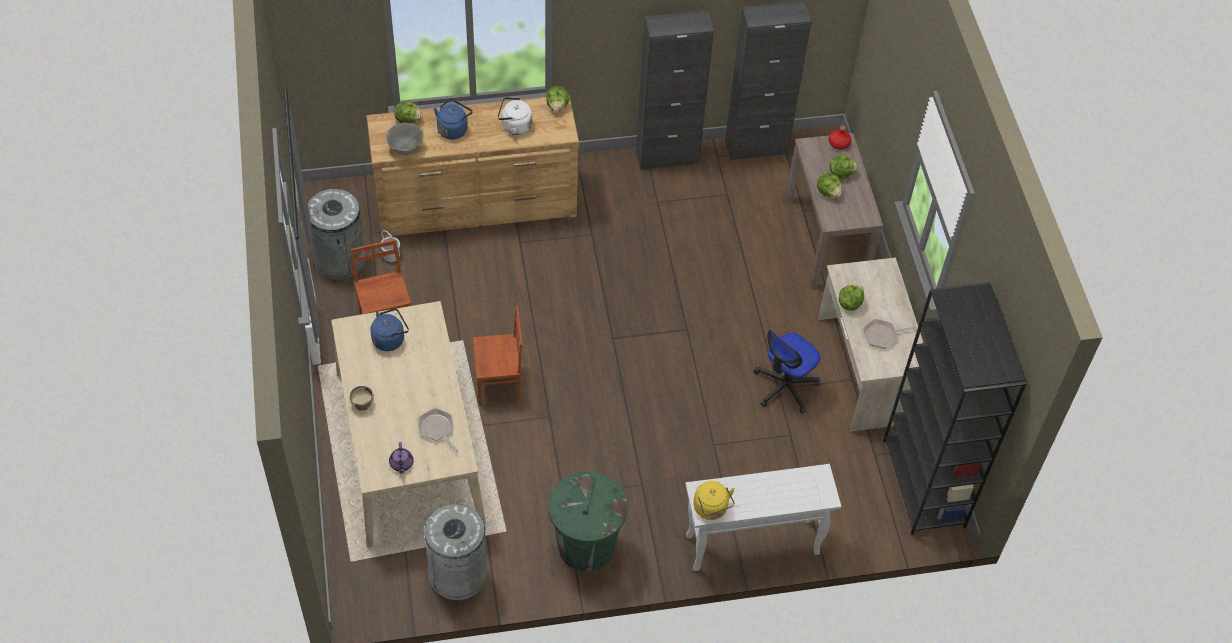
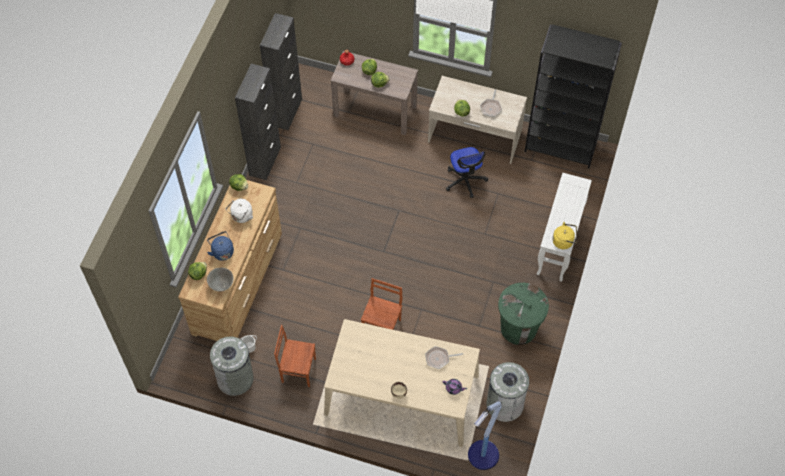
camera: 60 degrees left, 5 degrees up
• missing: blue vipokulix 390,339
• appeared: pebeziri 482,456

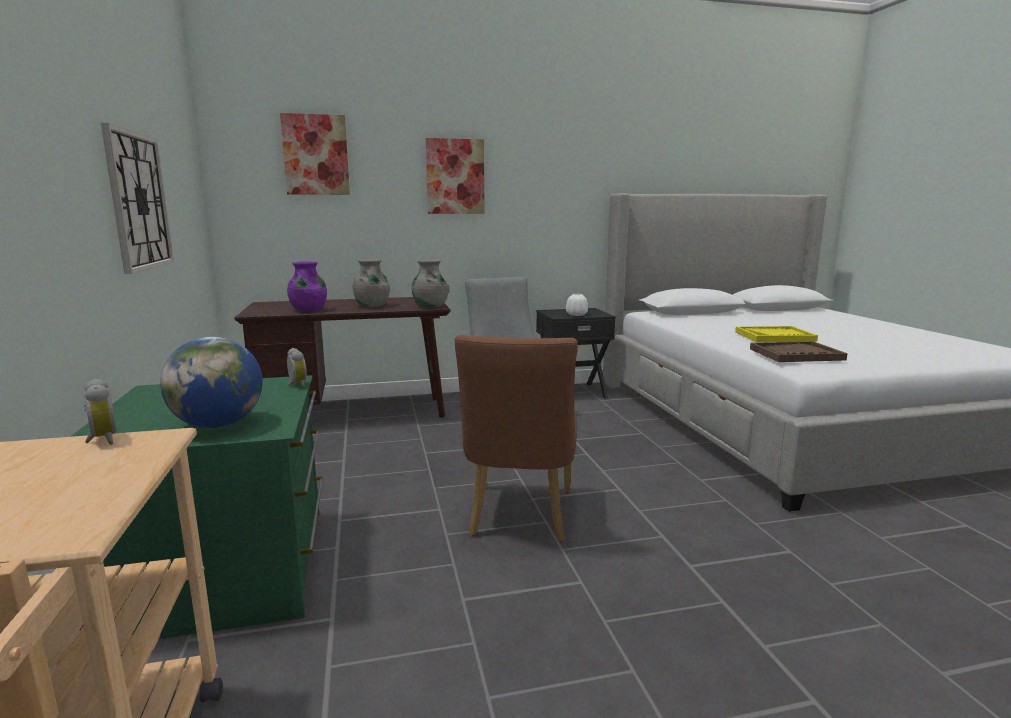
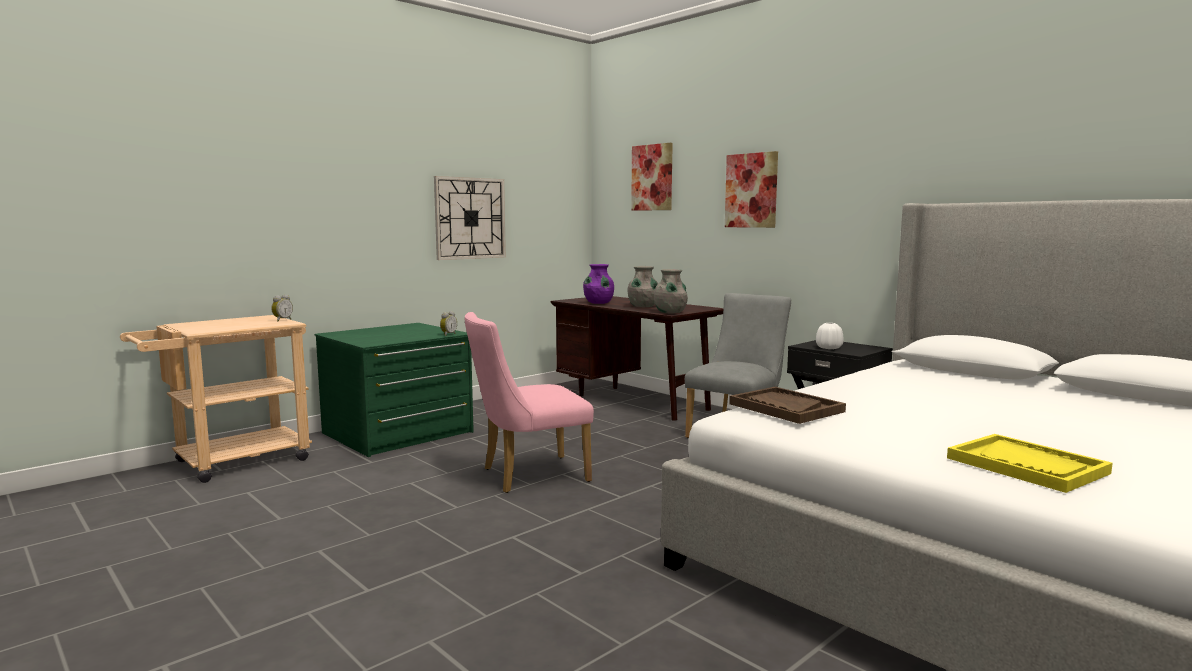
camera: 60 degrees right, 5 degrees down
• missing: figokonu 218,425
• relocated: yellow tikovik 774,336 to 1027,466
• colour: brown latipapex 519,517 to pink latipapex 527,476

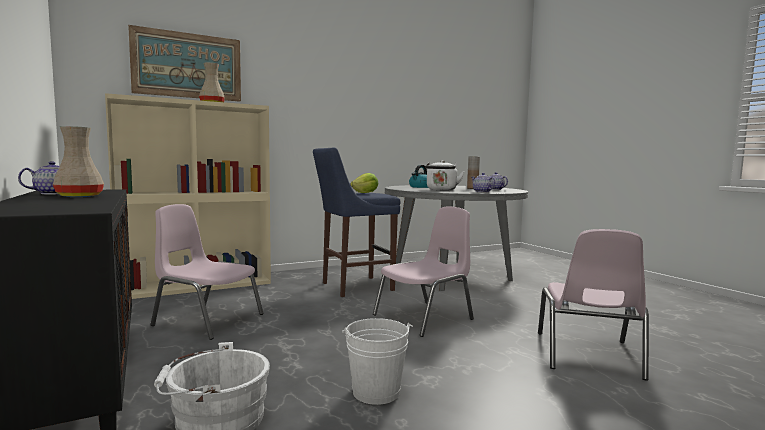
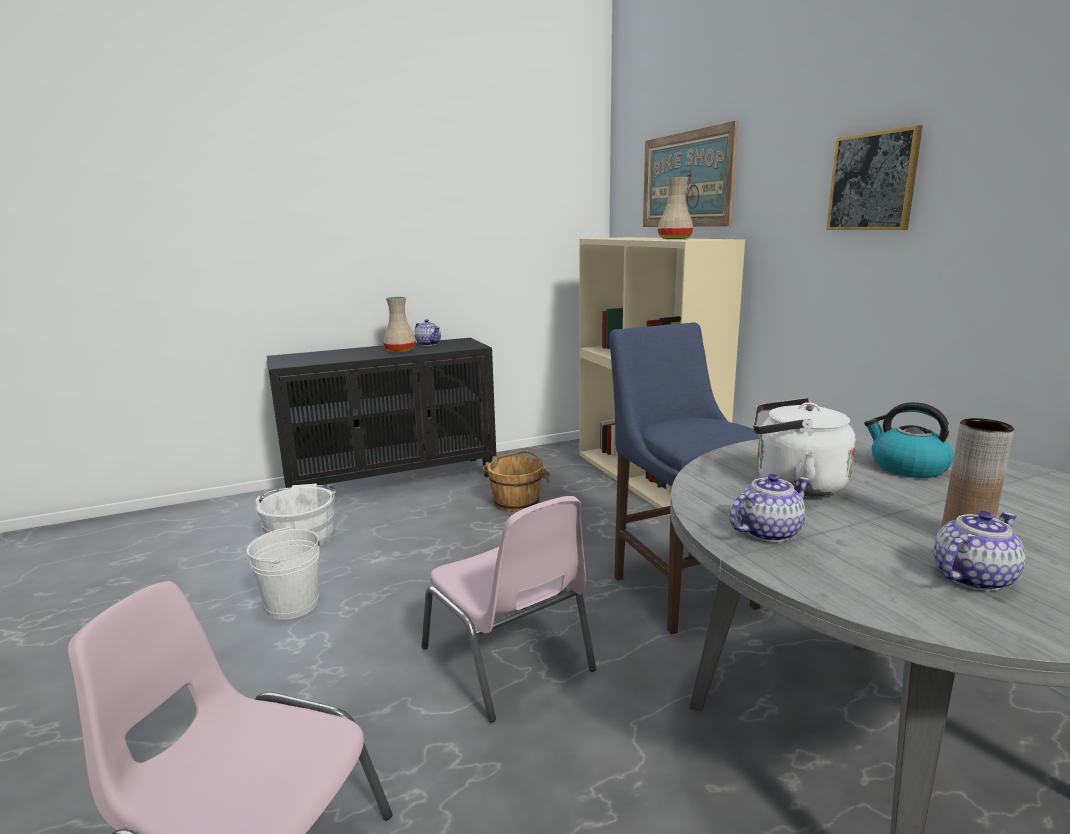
camera: 95 degrees right, 10 degrees up
• missing: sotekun 365,193
• appeared: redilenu 873,182
• exchanged: pink latipapex 207,320 to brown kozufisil 517,502

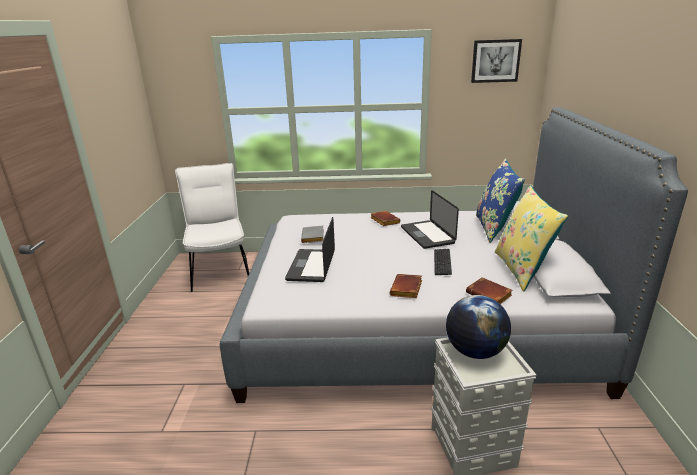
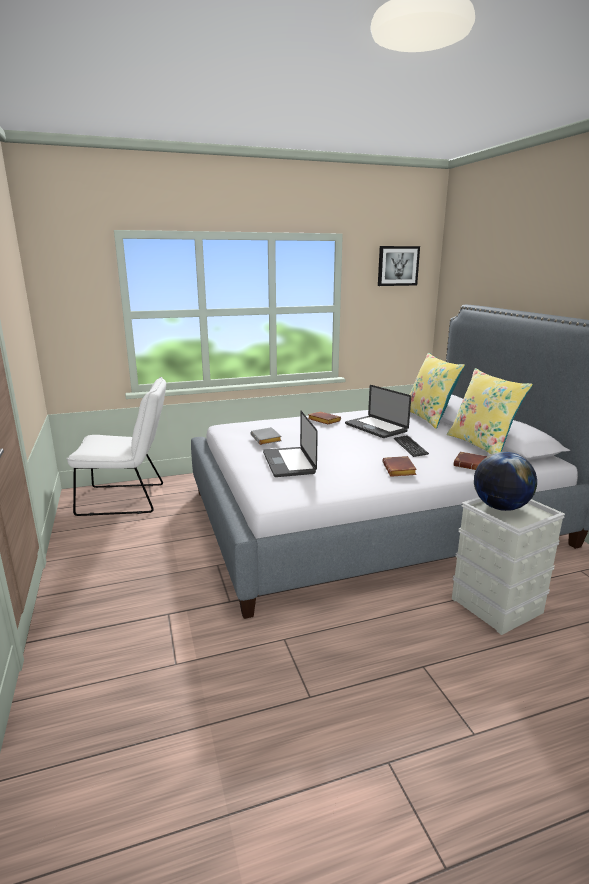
camera: 20 degrees left, 5 degrees down
• colour: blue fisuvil 494,228 to yellow fisuvil 429,418
• spun: white latipapex 220,270 = 128,499 120 degrees clockwise

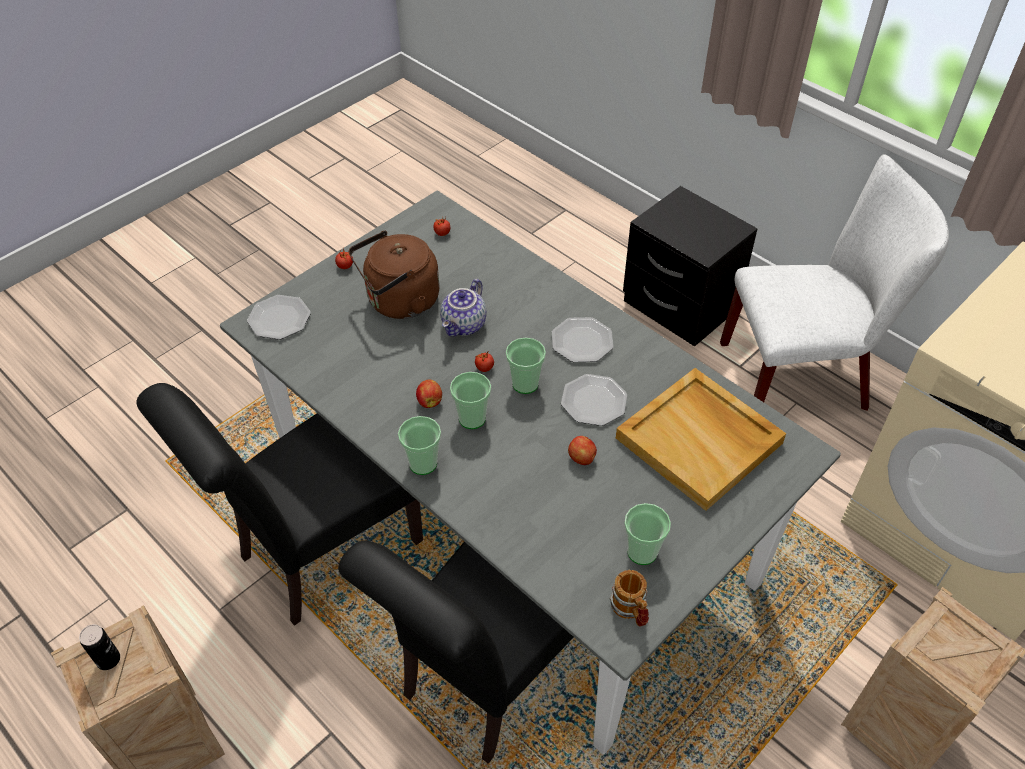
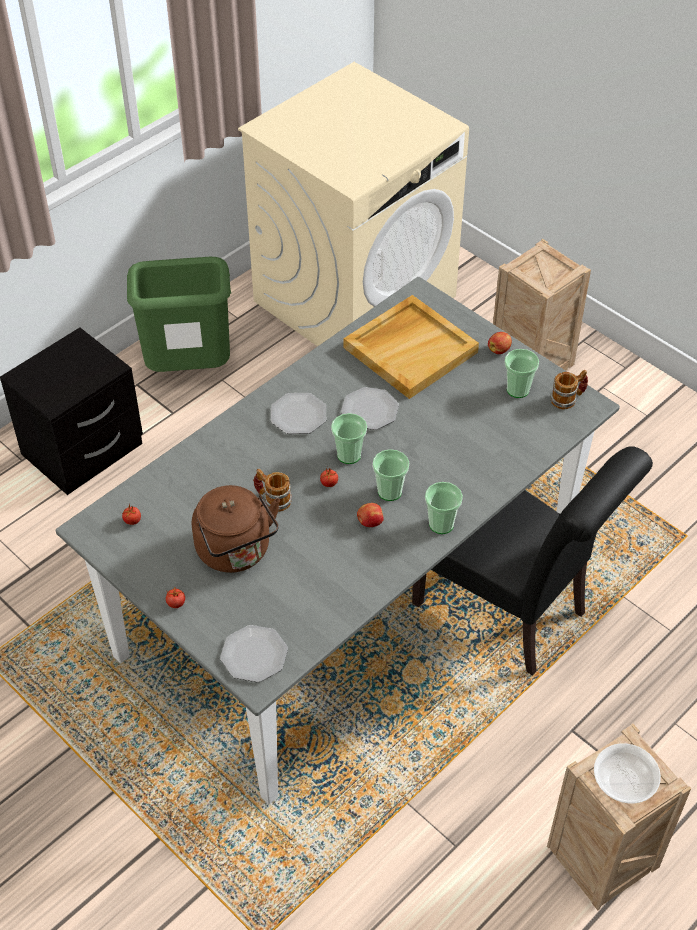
camera: 90 degrees left, 0 degrees up
• missing: black latipapex 320,554
• relocated: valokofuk 582,458 to 499,350
• exchanged: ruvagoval 108,659 to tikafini 623,783
• exchanged: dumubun 464,325 to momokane 272,499
• exchanged: white latipapex 803,375 to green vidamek 190,370

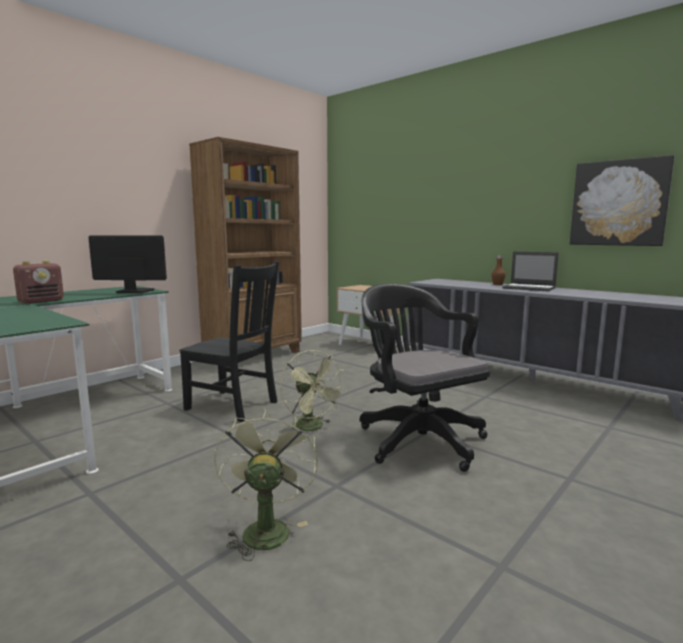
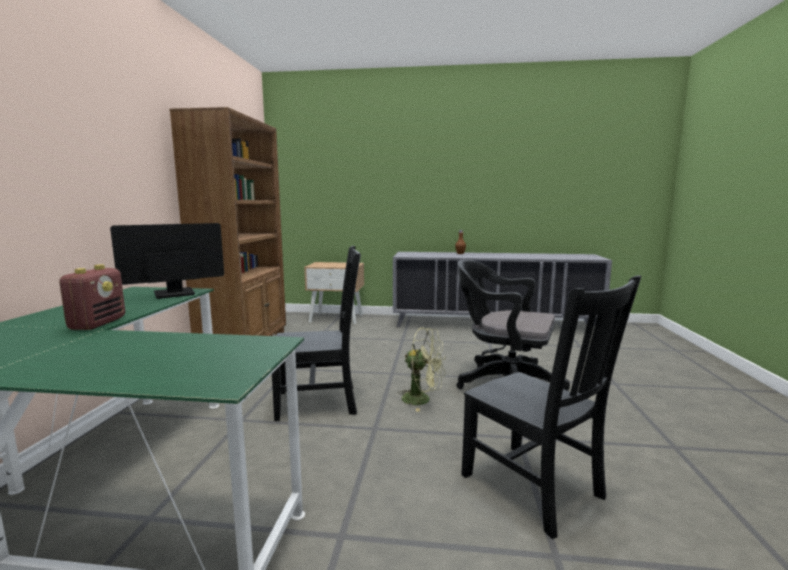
camera: 35 degrees left, 0 degrees up
• missing: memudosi 529,288
• missing: redilenu 619,203
• exchanged: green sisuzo 265,528 to black latipapex 535,488

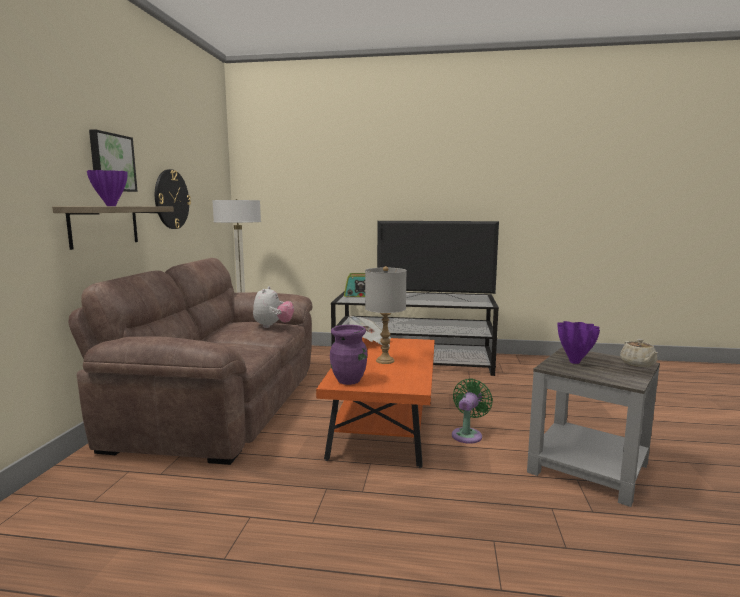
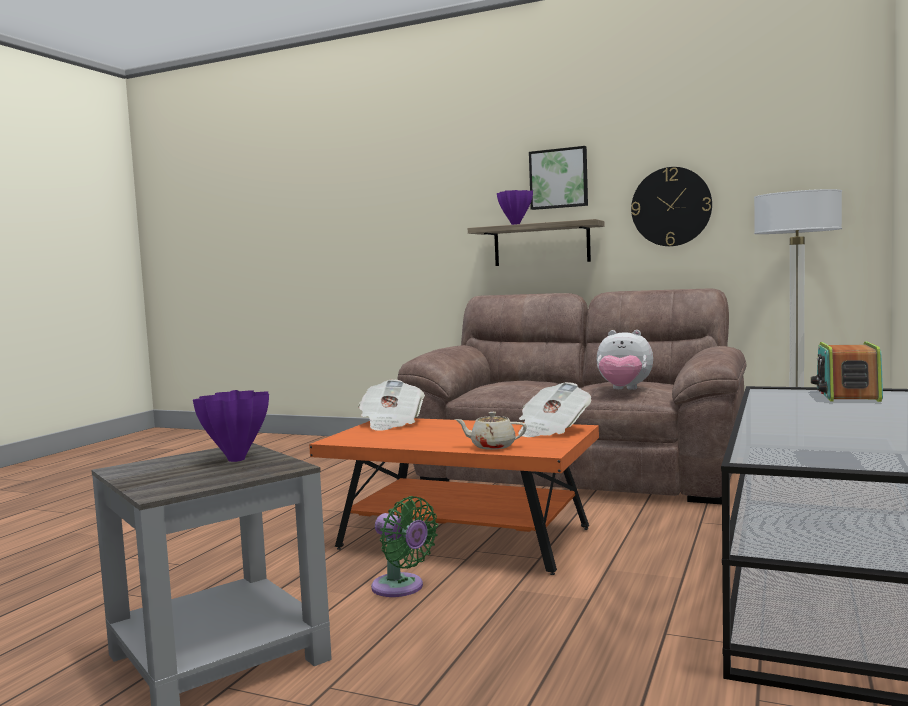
camera: 105 degrees right, 5 degrees down
• missing: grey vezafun 384,361
• missing: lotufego 434,300
• relocated: beige dumubun 638,364 to 492,446
• exchanged: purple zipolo 349,380 to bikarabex 391,423

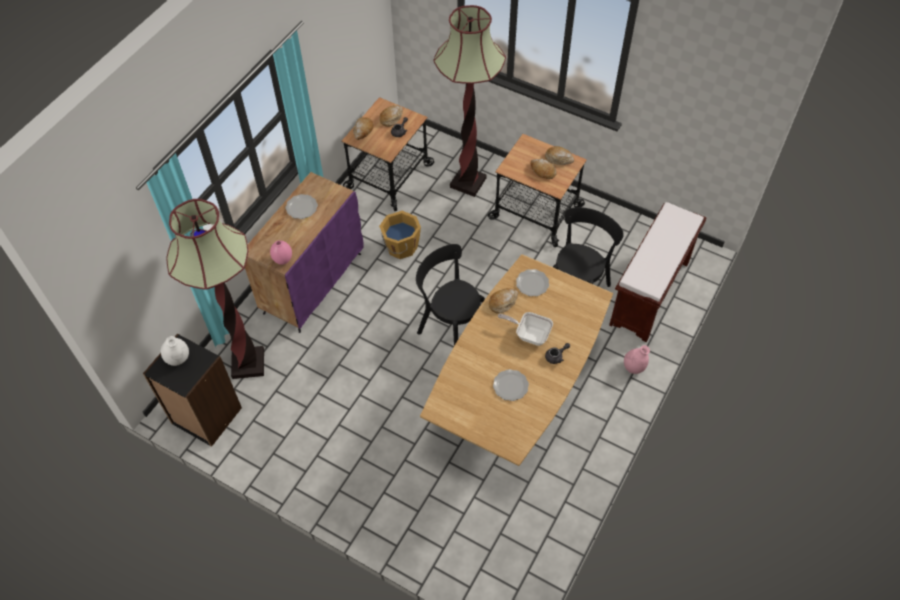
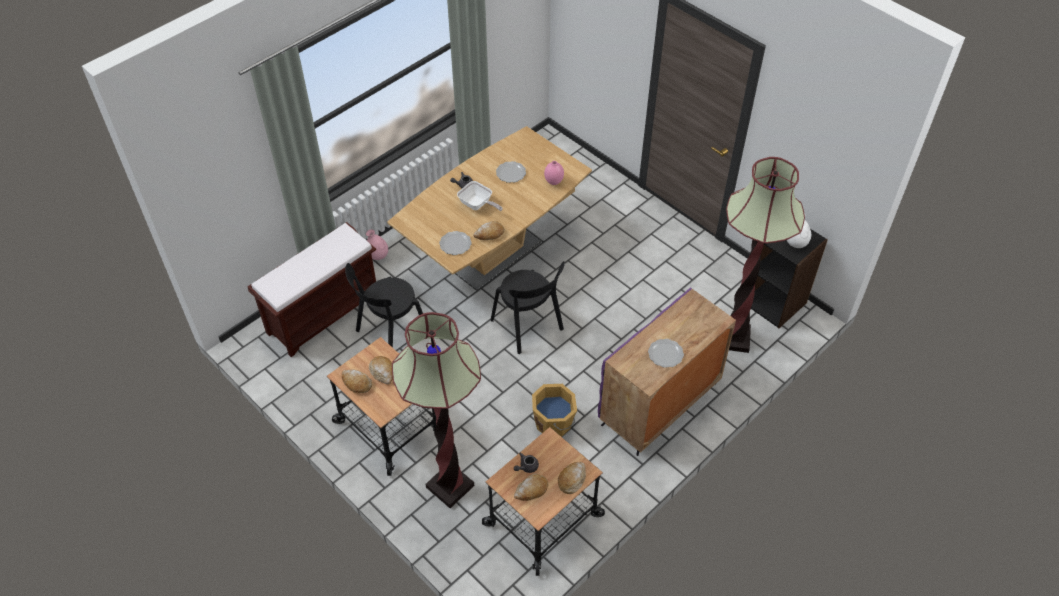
camera: 165 degrees left, 5 degrees down
• relocated: pink zipolo 283,260 to 553,182

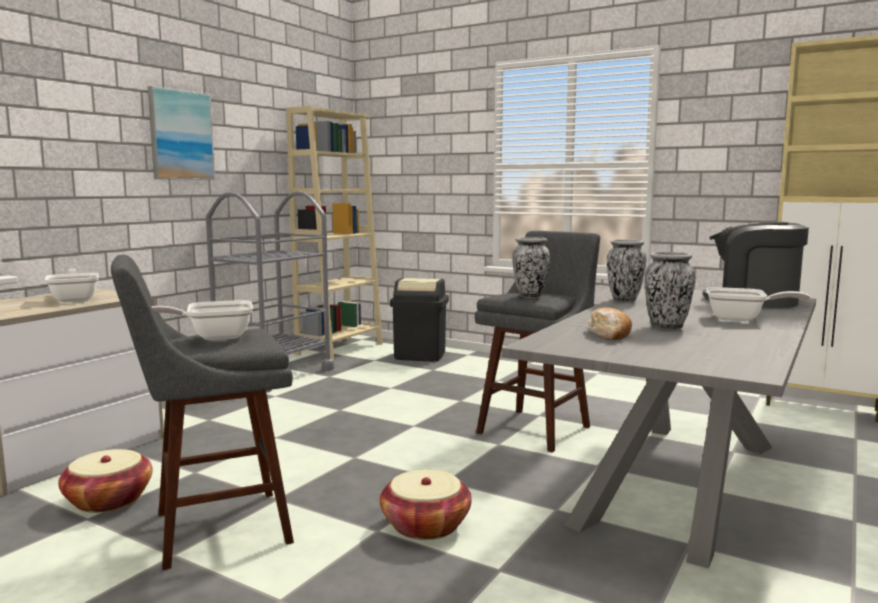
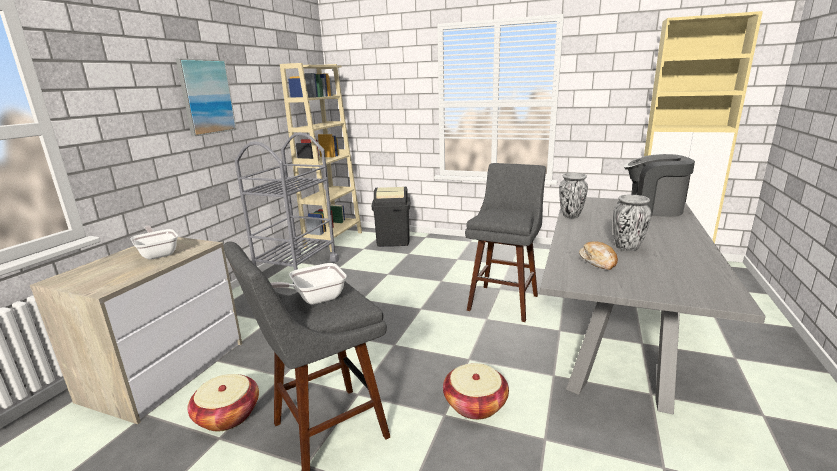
camera: 10 degrees left, 10 degrees up
• missing: zipolo 530,296
• missing: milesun 741,319

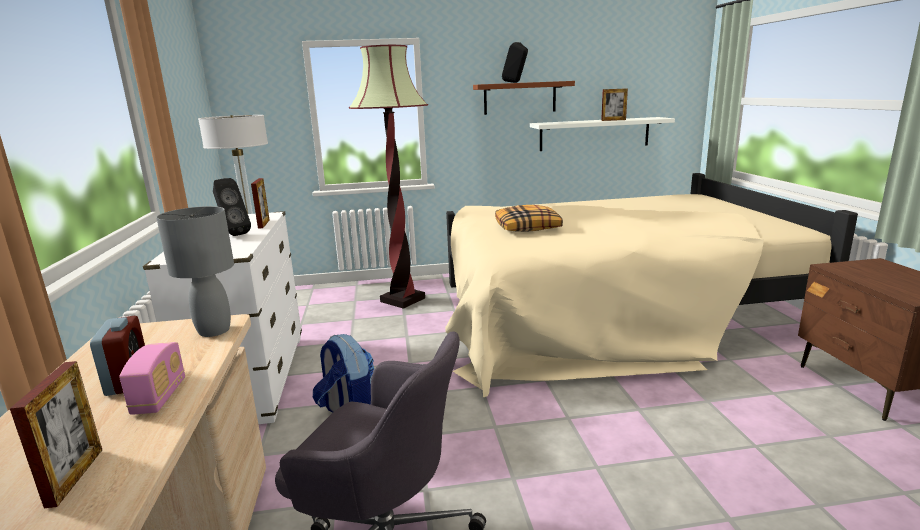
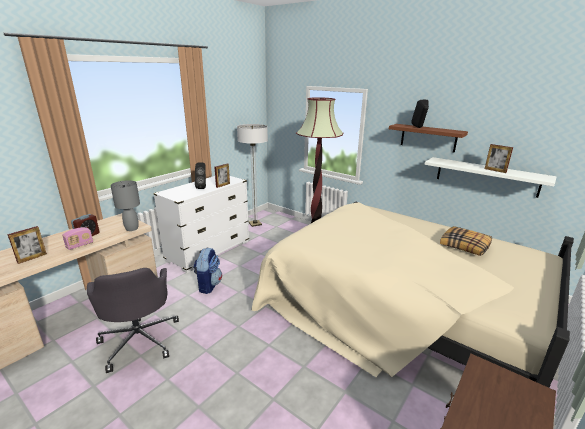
camera: 45 degrees right, 5 degrees up
• relocated: fisuvil 528,227 to 465,246

